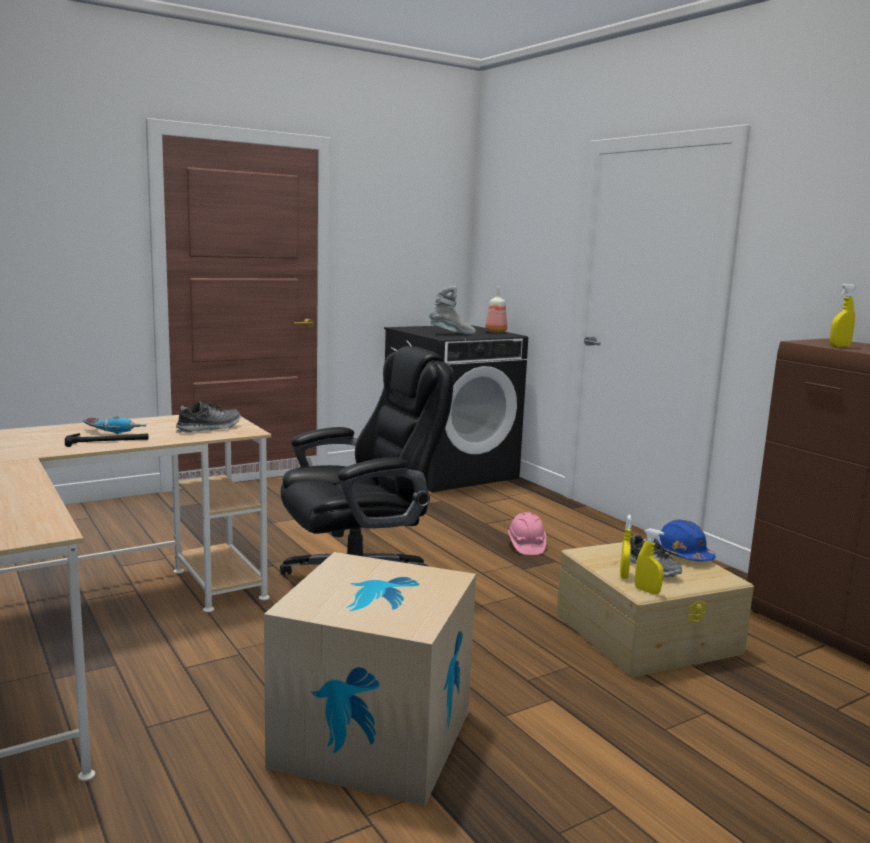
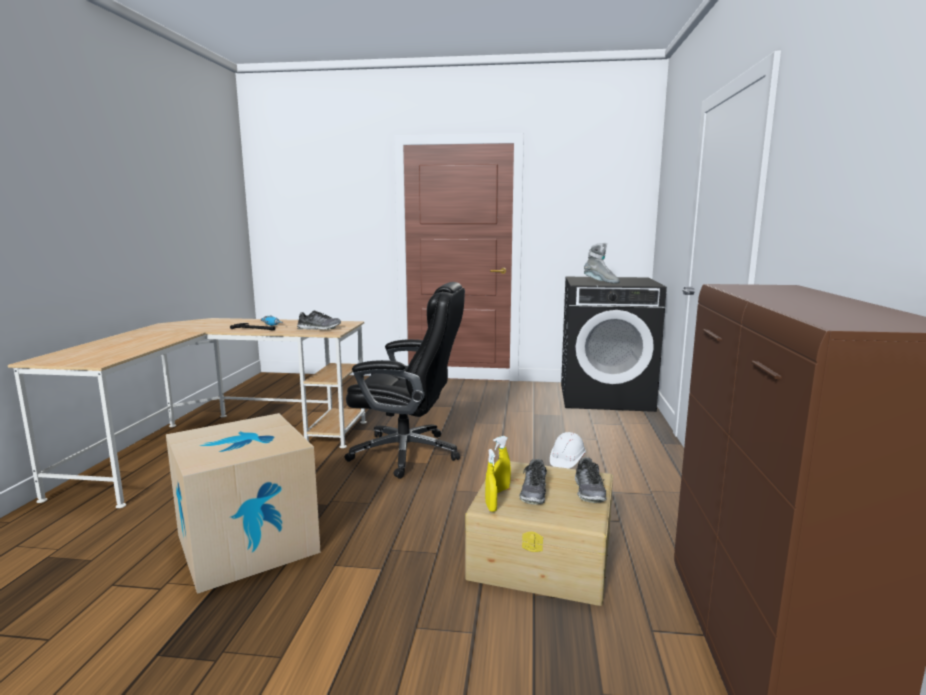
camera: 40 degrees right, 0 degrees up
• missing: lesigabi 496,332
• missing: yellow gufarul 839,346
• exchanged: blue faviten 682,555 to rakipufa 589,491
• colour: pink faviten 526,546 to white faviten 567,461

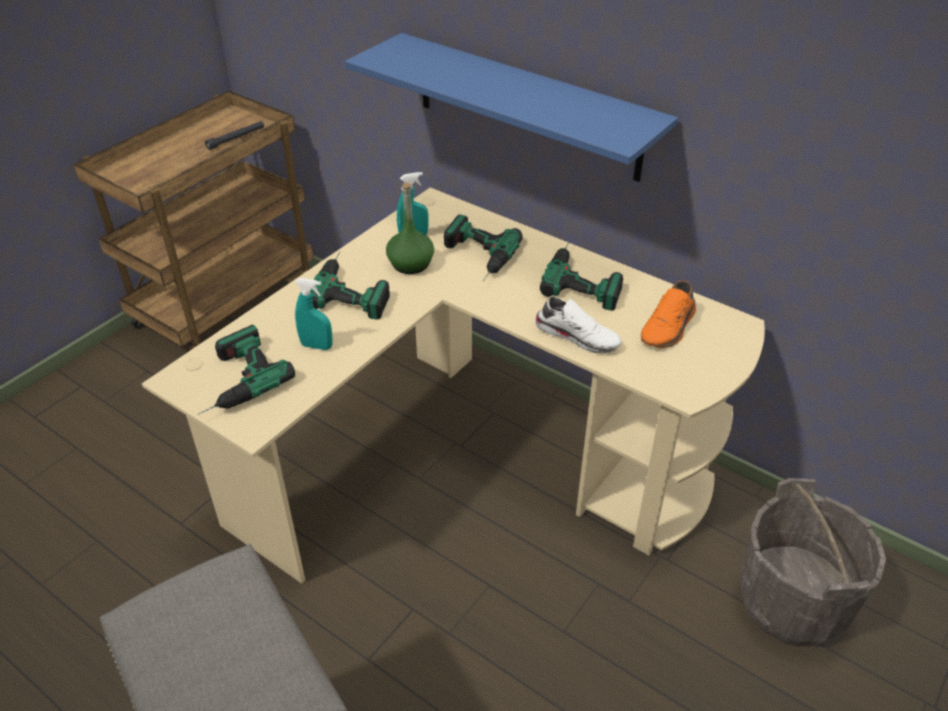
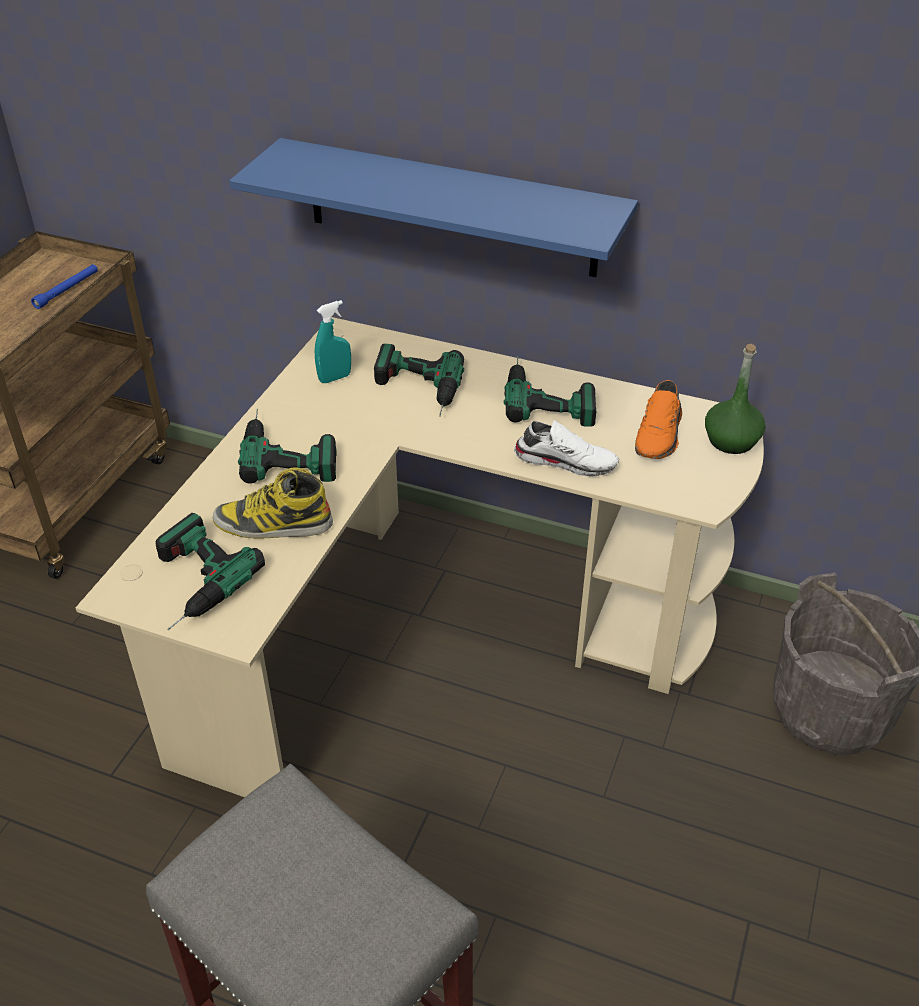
camera: 15 degrees left, 0 degrees up
• relocated: green lesigabi 411,264 to 731,441
• exchanged: turquoise gufarul 316,346 to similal 273,524
• colour: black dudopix 236,138 to blue dudopix 67,290

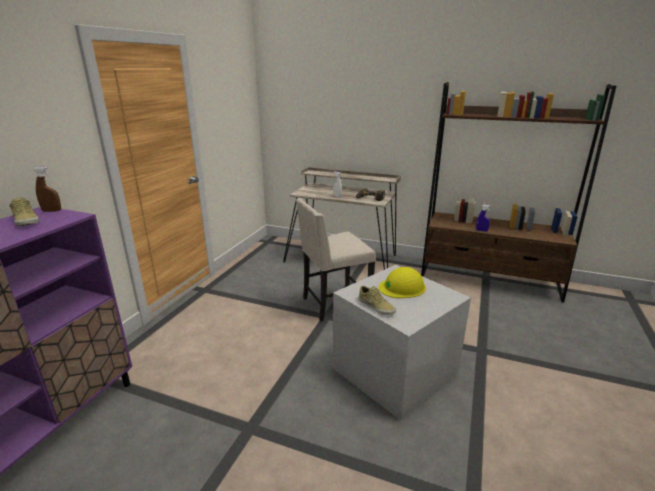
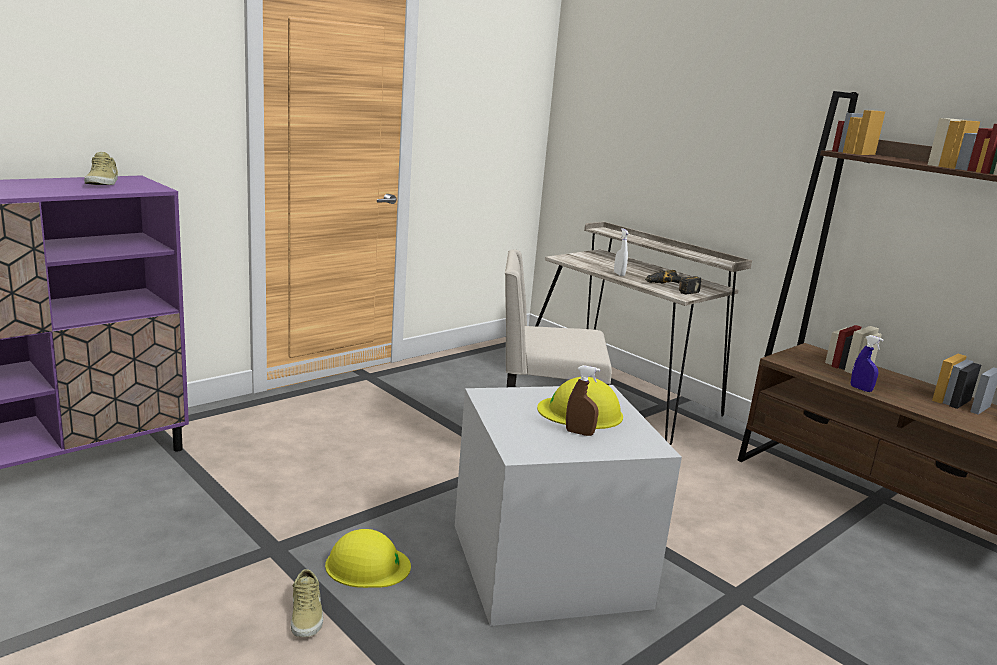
camera: 25 degrees right, 5 degrees down
• appeared: yellow faviten 367,565
• relocated: brown gufarul 52,211 to 579,433
• relocated: beige rakipufa 377,306 to 307,614

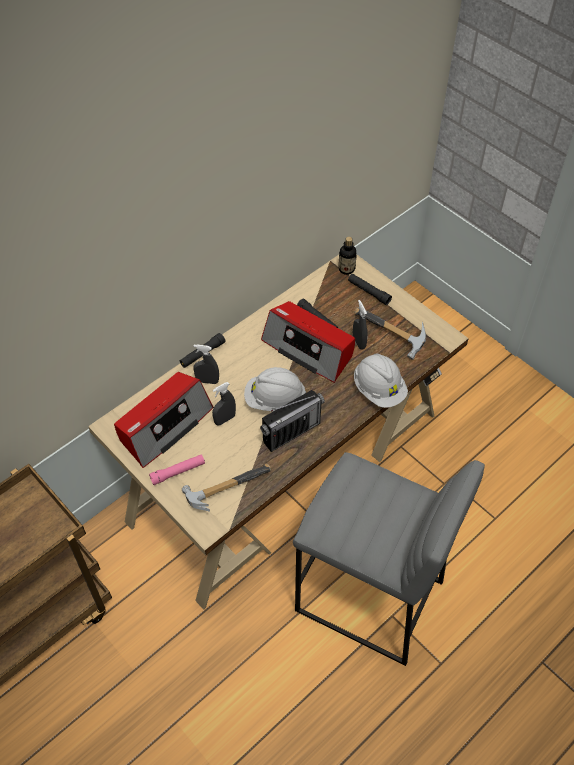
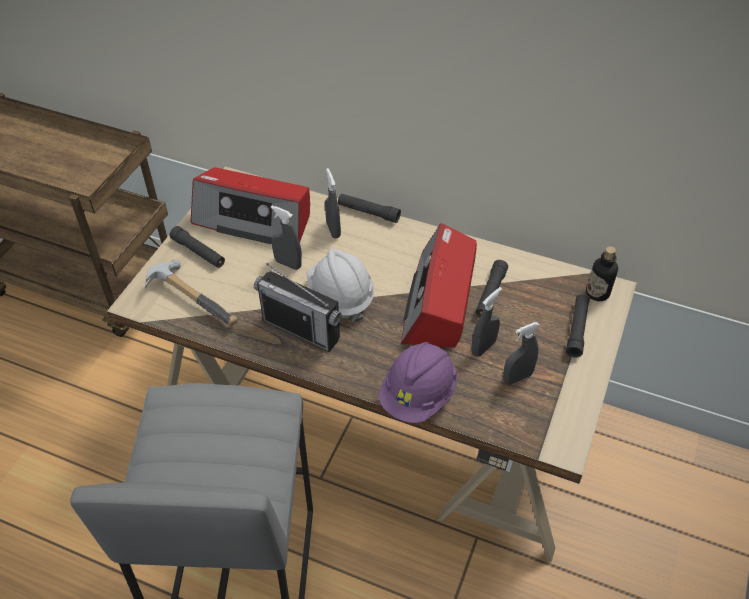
camera: 65 degrees right, 5 degrees down
• exchanged: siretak 389,336 to grey gufarul 517,377
• colour: pink dudopix 178,472 to black dudopix 198,252
• colour: white faviten 379,389 to purple faviten 418,395

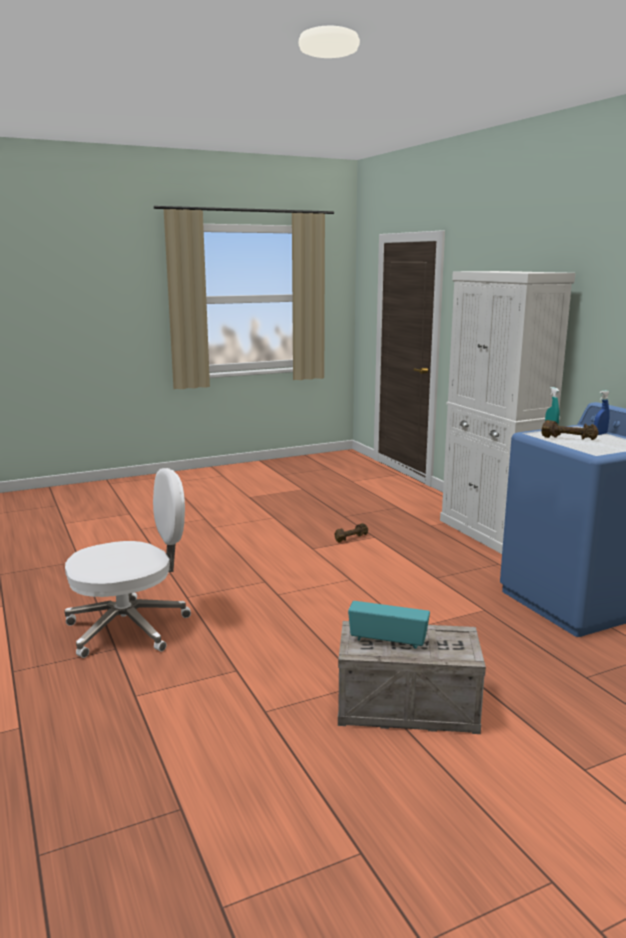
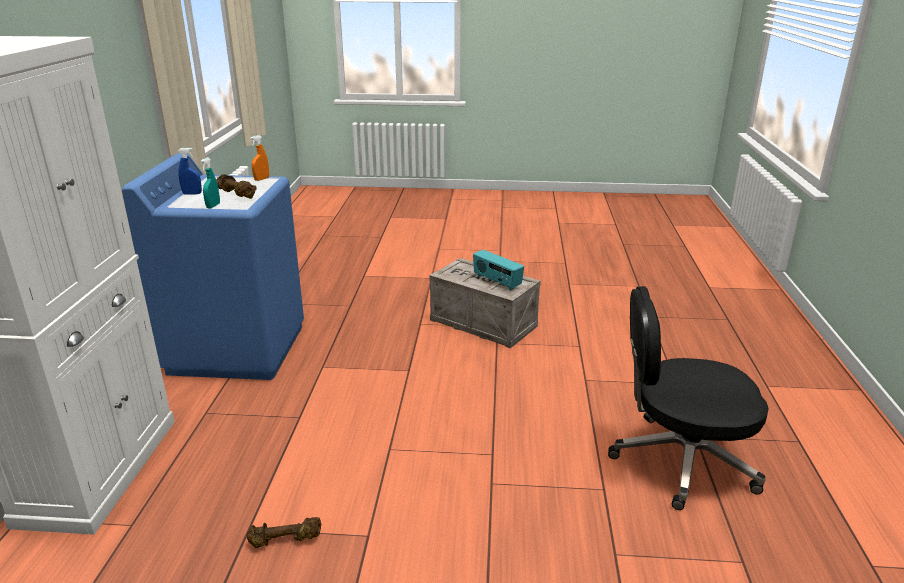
camera: 150 degrees left, 10 degrees up
• appeared: orange gufarul 261,179
• colour: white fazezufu 130,627 to black fazezufu 680,460

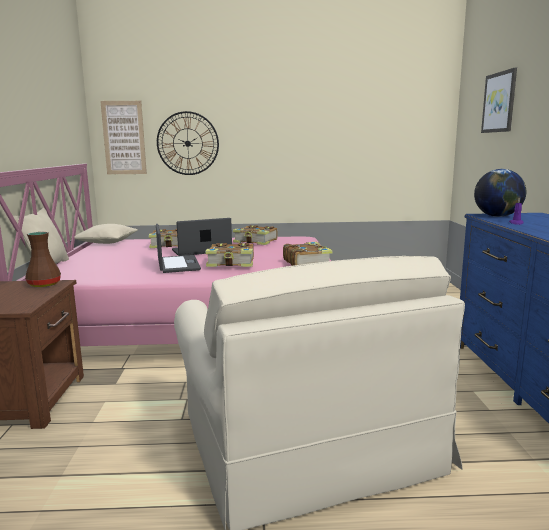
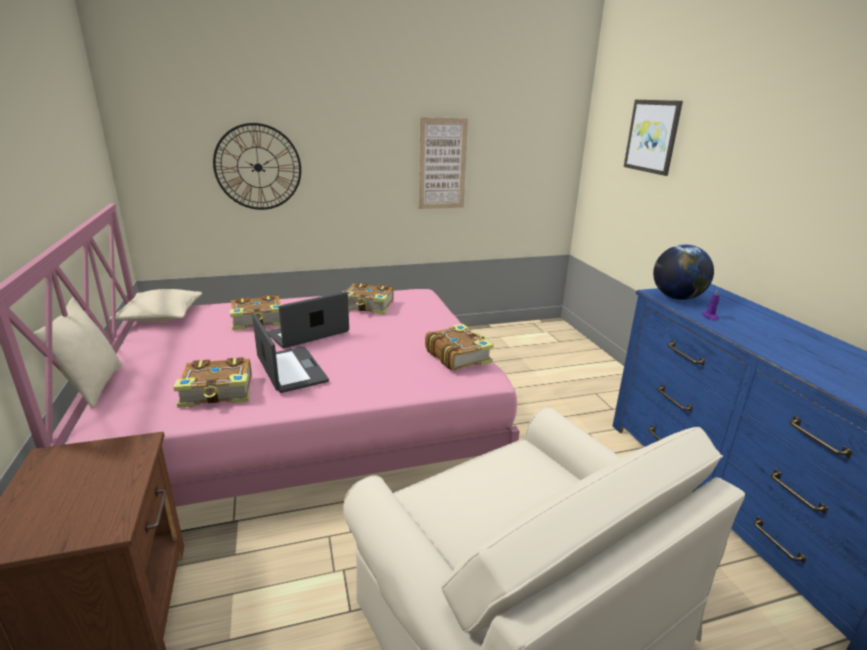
camera: 15 degrees left, 10 degrees up
• missing: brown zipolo 44,284
• relocated: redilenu 124,138 to 442,164
• relocated: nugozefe 231,263 to 218,392

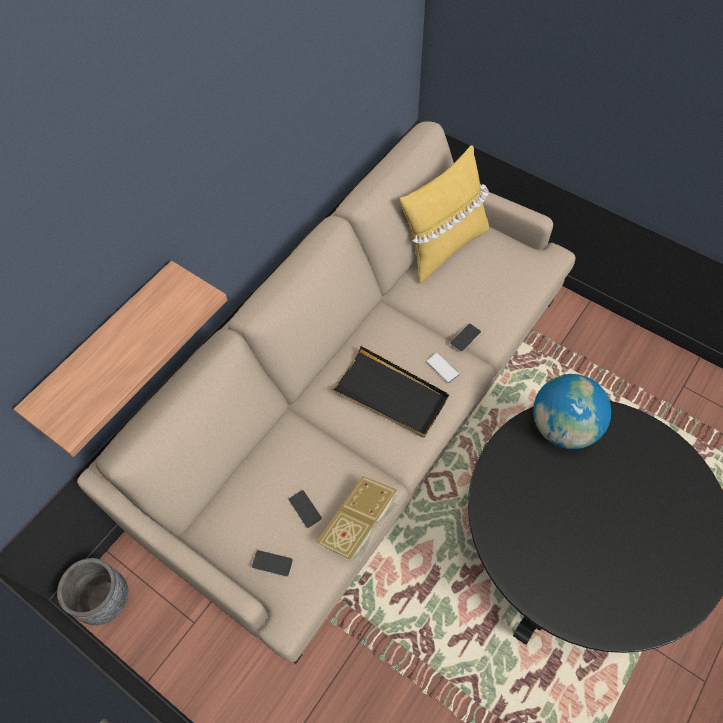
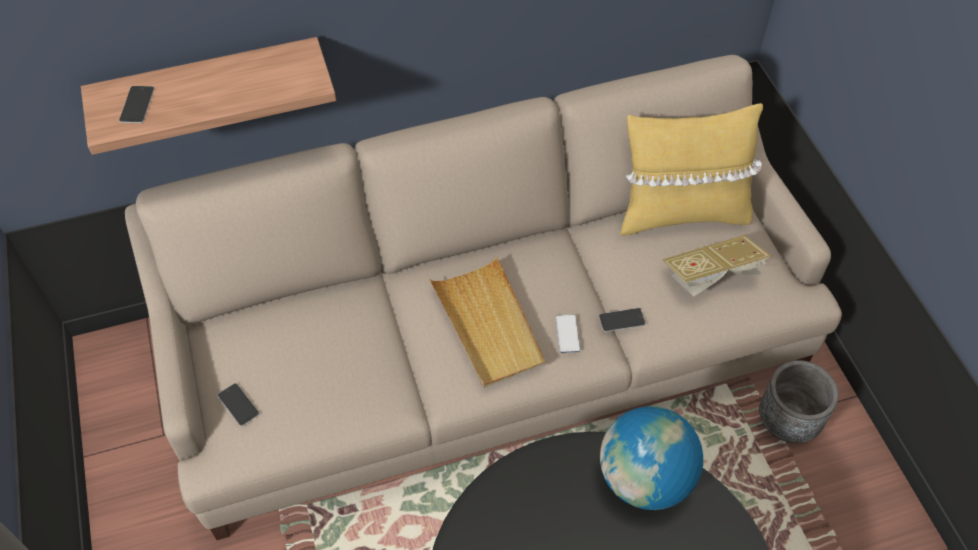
camera: 35 degrees right, 5 degrees down
• relocated: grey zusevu 105,599 to 787,421
• relocated: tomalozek 305,509 to 137,104
• relocated: nugozefe 359,525 to 712,277
• colour: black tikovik 391,395 to beige tikovik 488,325

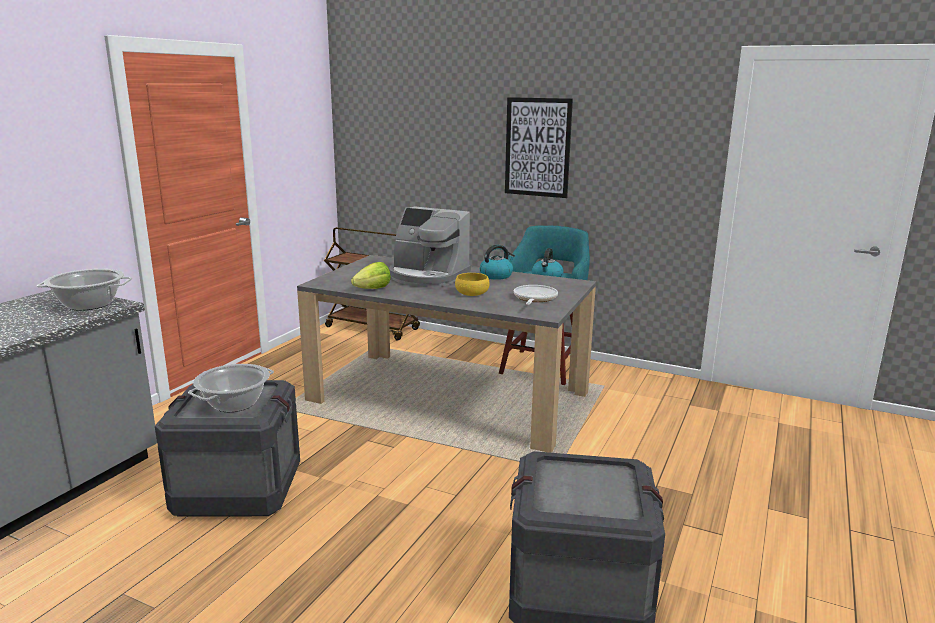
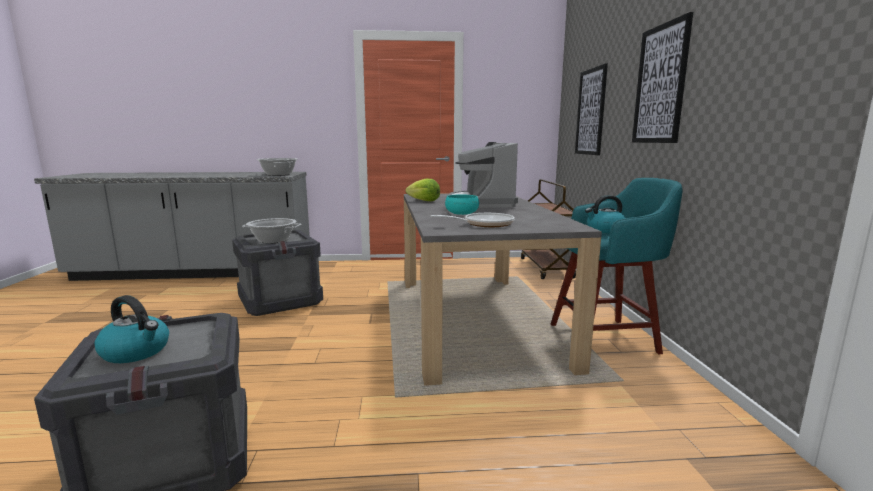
camera: 60 degrees right, 5 degrees down
• appeared: redilenu 591,112
• relocated: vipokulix 496,276 to 136,352
• colour: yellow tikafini 472,293 to turquoise tikafini 462,213

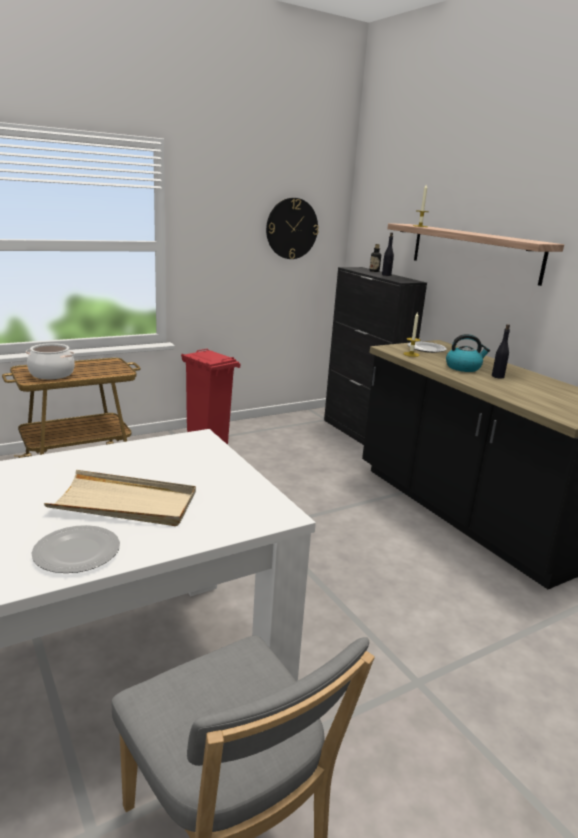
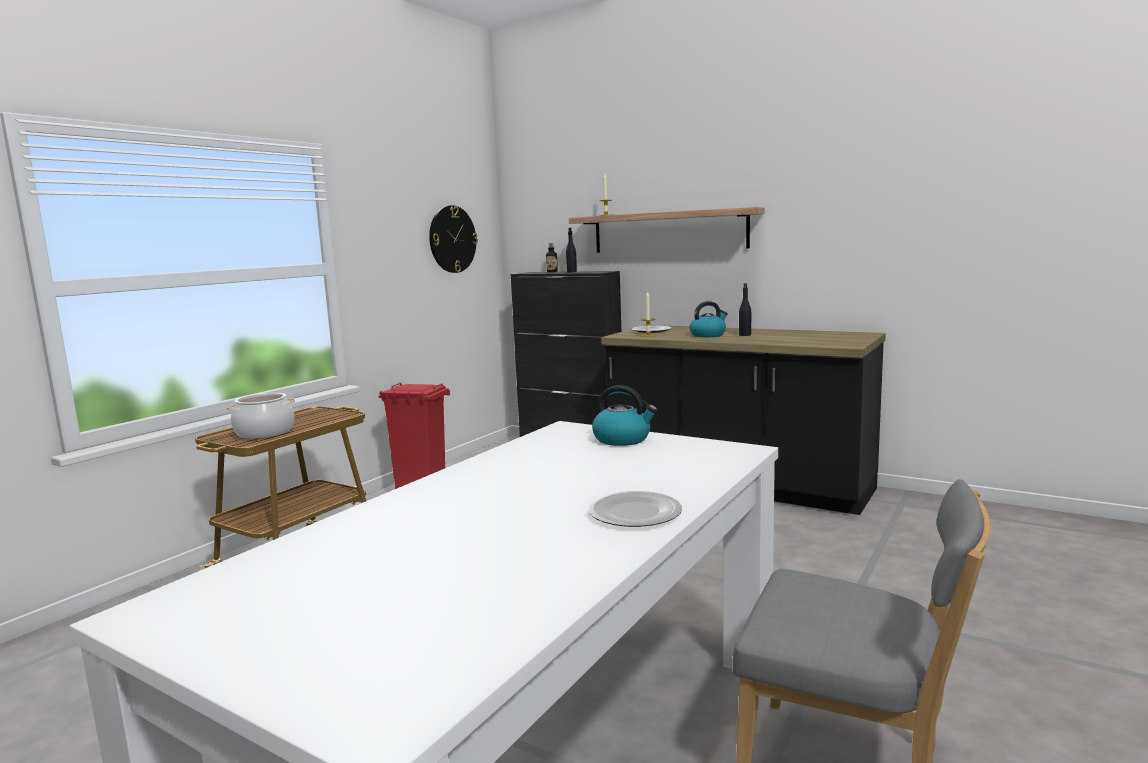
camera: 25 degrees left, 10 degrees down
• missing: beige tikovik 125,503
• appeared: vipokulix 623,439

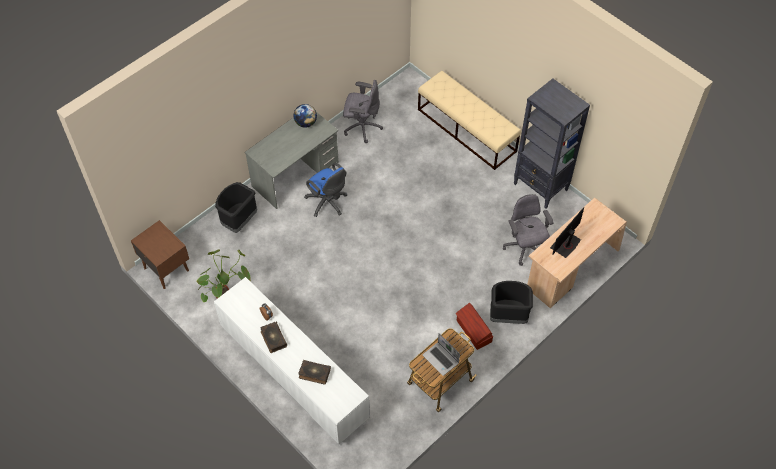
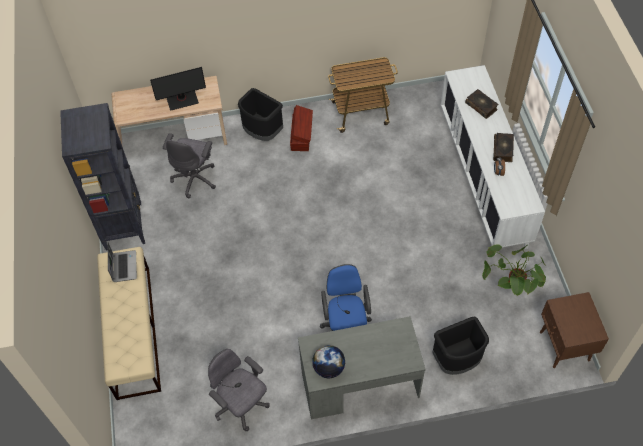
camera: 145 degrees left, 0 degrees up
• relocated: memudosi 441,359 to 124,266

